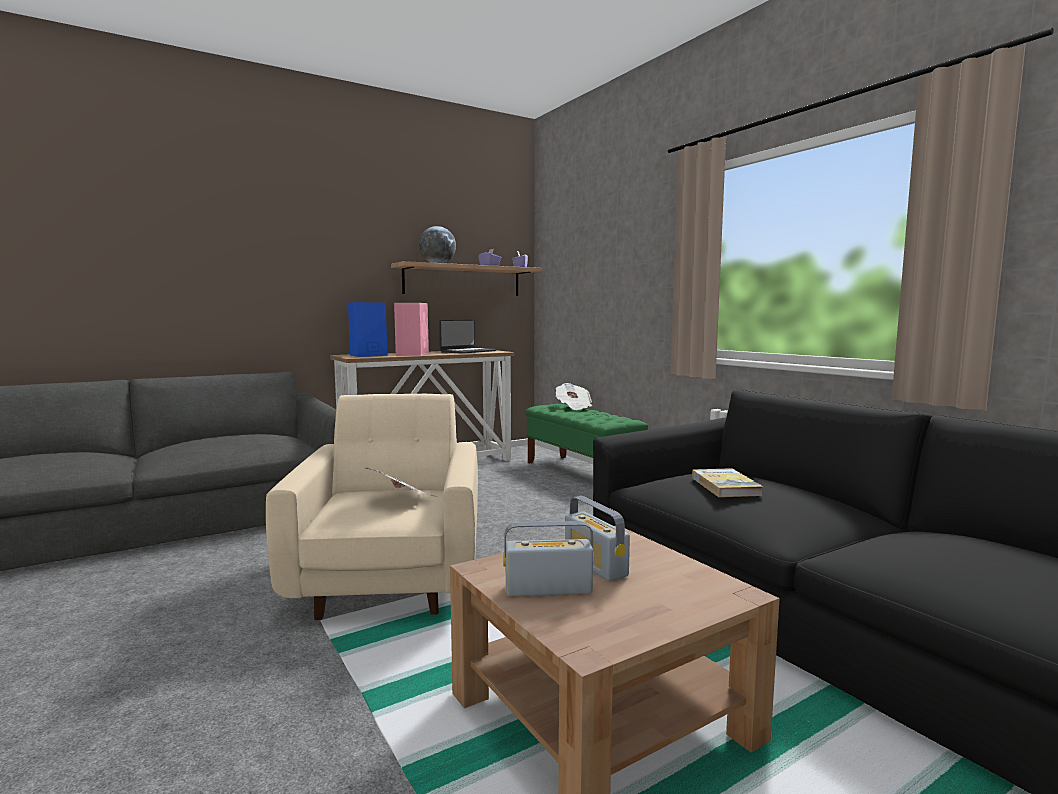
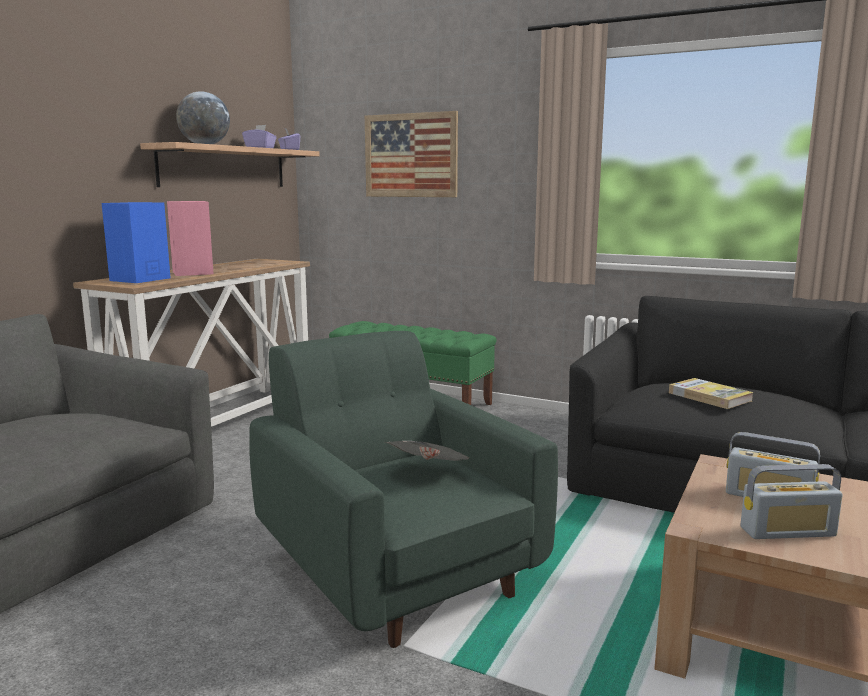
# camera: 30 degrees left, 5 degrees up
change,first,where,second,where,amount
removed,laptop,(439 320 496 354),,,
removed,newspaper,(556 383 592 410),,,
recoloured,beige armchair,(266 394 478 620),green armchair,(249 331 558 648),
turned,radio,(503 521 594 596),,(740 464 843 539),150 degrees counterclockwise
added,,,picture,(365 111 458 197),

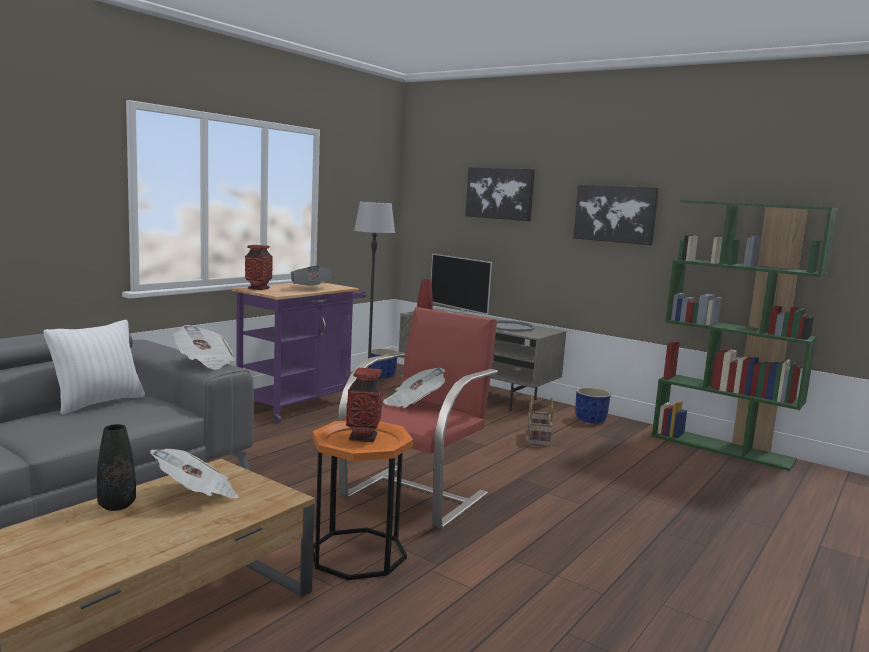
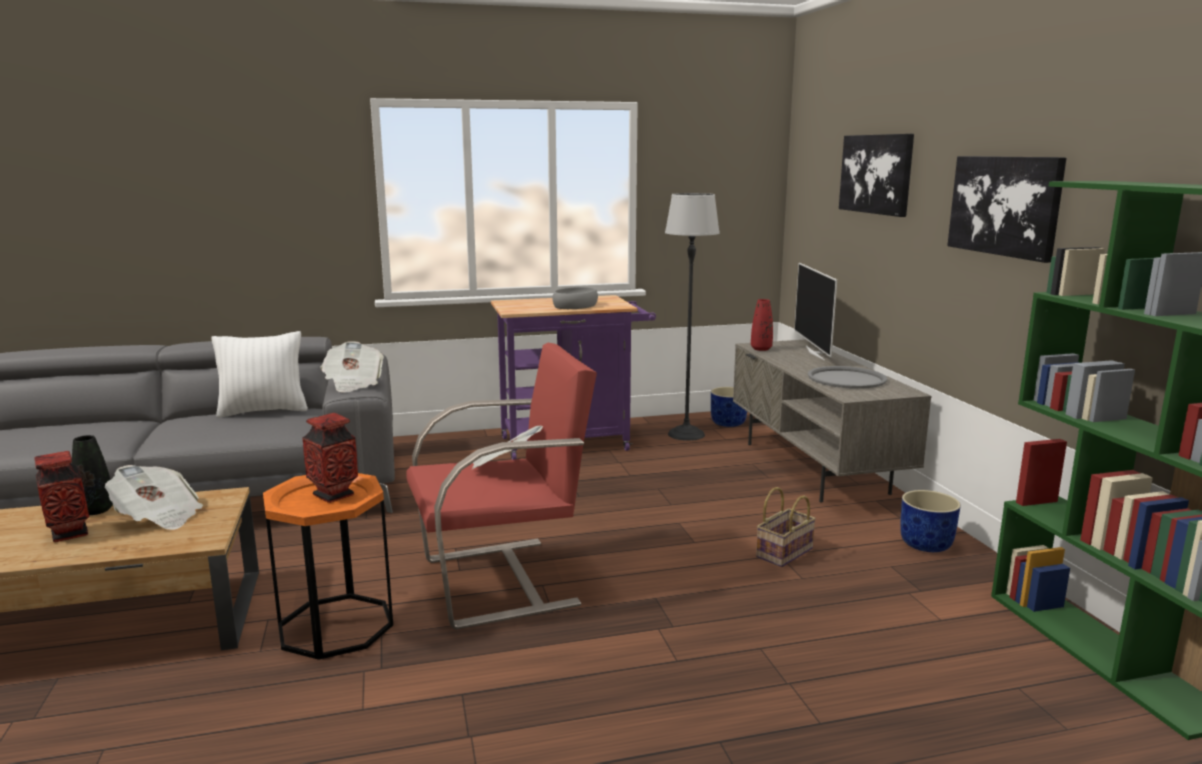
# camera: 40 degrees right, 5 degrees up
change,first,where,second,where,amount
moved,vase,(245 245 273 290),,(34 451 90 542),
replaced,newspaper,(291 266 333 286),grey bowl,(552 287 598 309),

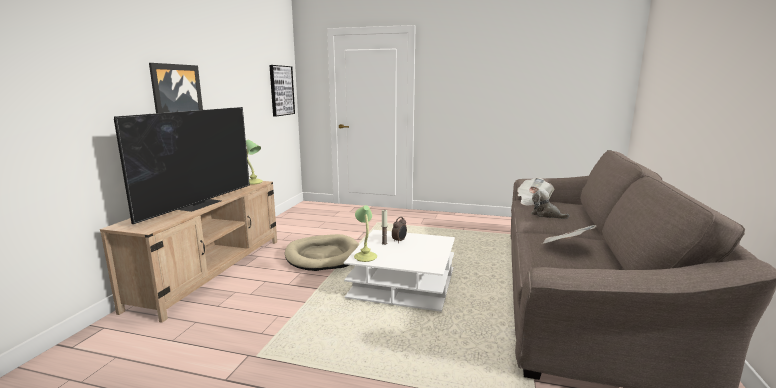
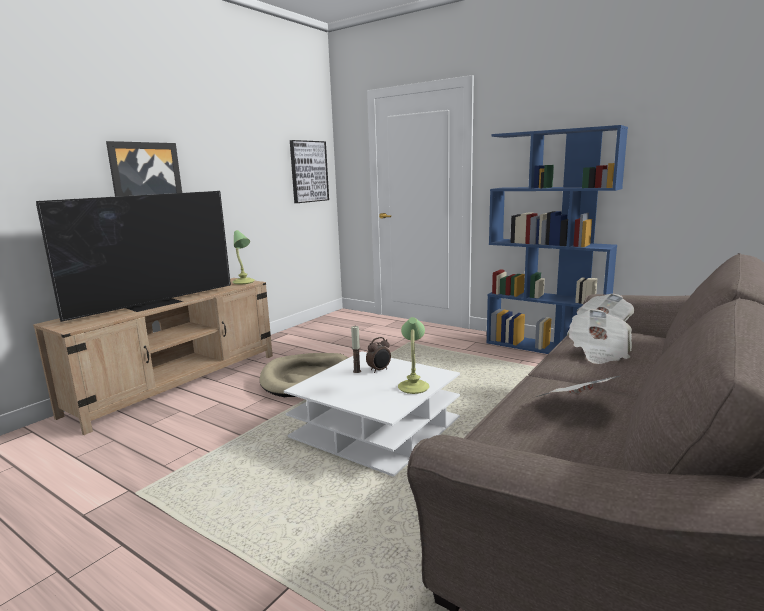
# camera: 20 degrees right, 0 degrees up
change,first,where,second,where,amount
replaced,plush toy,(531 189 570 219),newspaper,(567 309 632 364),
moved,table lamp,(354 205 377 262),,(398 317 429 394),
added,,,blue bookcase,(486 125 628 354),

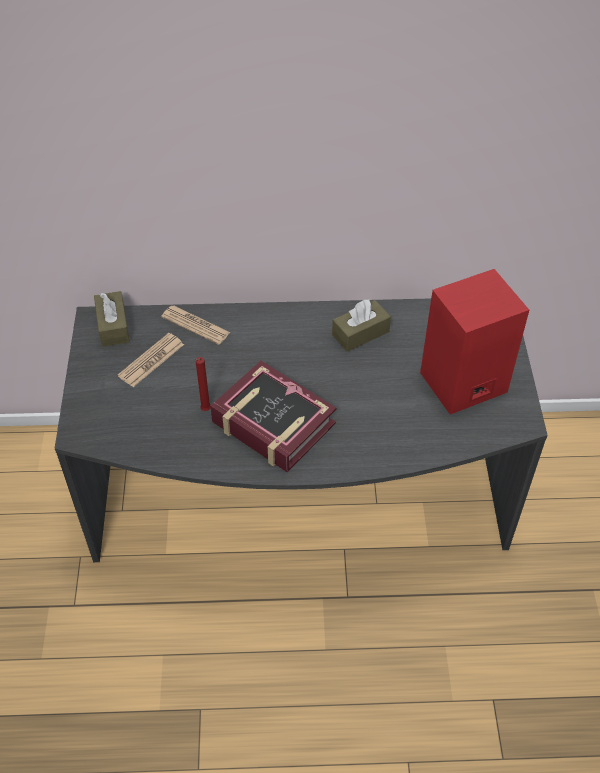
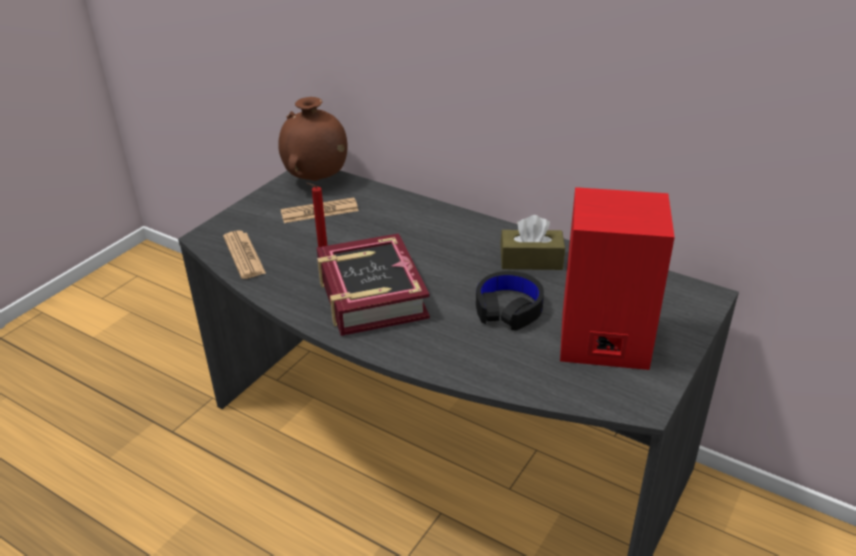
# camera: 35 degrees right, 15 degrees down
change,first,where,second,where,amount
replaced,brown tissue box,(94 291 130 347),brown vase,(278 97 348 181),
moved,newspaper,(161 306 231 345),,(223 230 266 279),
added,,,black headphones,(476 271 544 331),

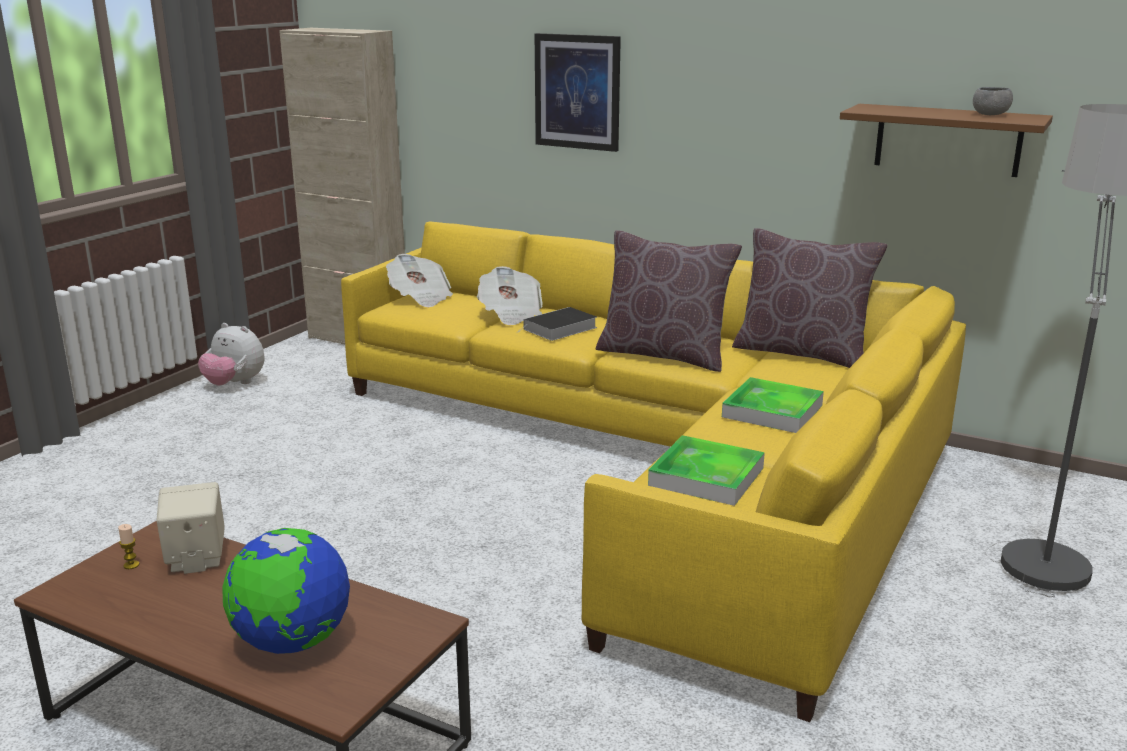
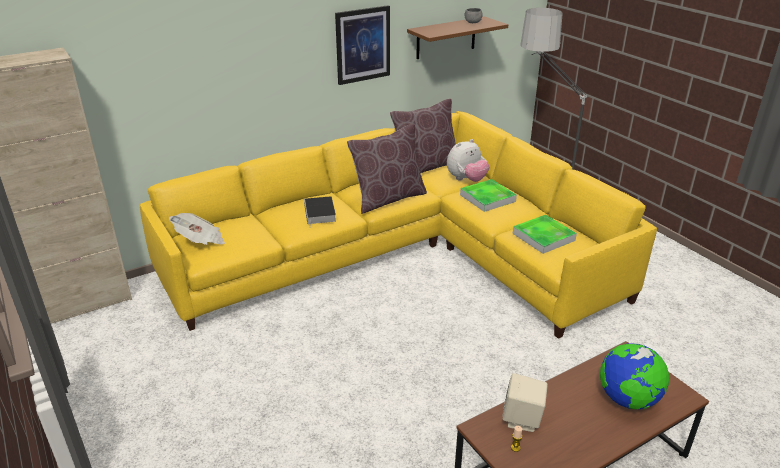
# camera: 60 degrees left, 10 degrees up
change,first,where,second,where,amount
moved,picture,(535 33 621 152),,(335 5 390 85),
removed,newspaper,(477 266 542 325),,,
moved,plush toy,(198 323 265 386),,(447 139 490 182),

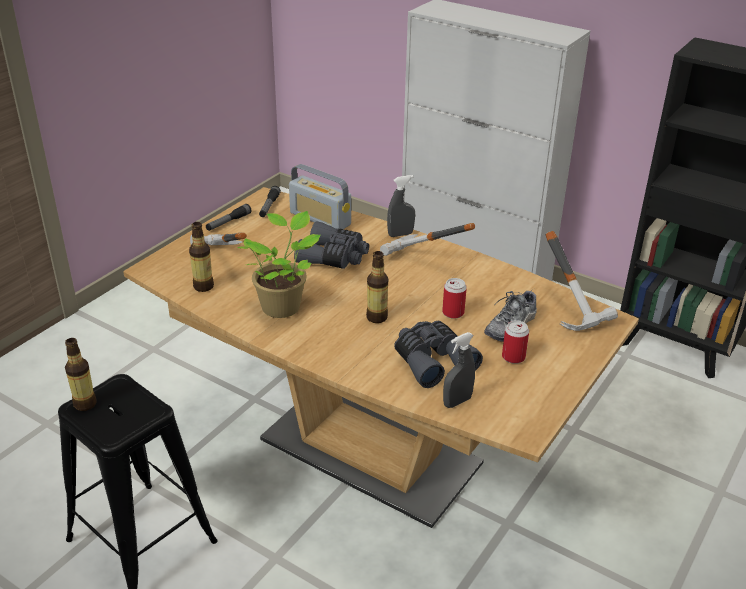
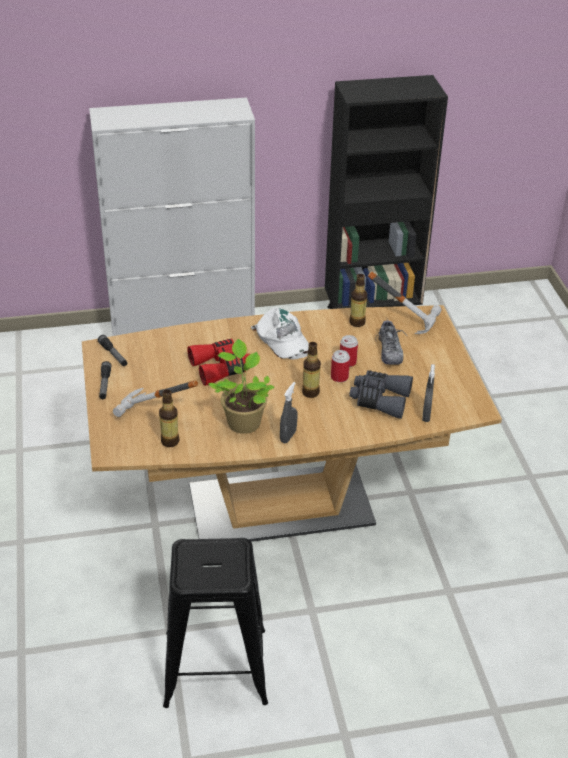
# camera: 45 degrees left, 5 degrees up
change,first,where,second,where,amount
removed,radio,(289 164 351 229),,,
moved,grey spray bottle,(387 175 415 237),,(280 382 297 443),
recoloured,grey binoculars,(294 222 369 269),red binoculars,(187 339 250 386),
replaced,hammer,(380 223 475 256),white cap,(251 307 309 359),
moved,can,(502 320 529 364),,(331 350 350 382),
moved,bottle,(65 338 96 411),,(349 274 367 327),

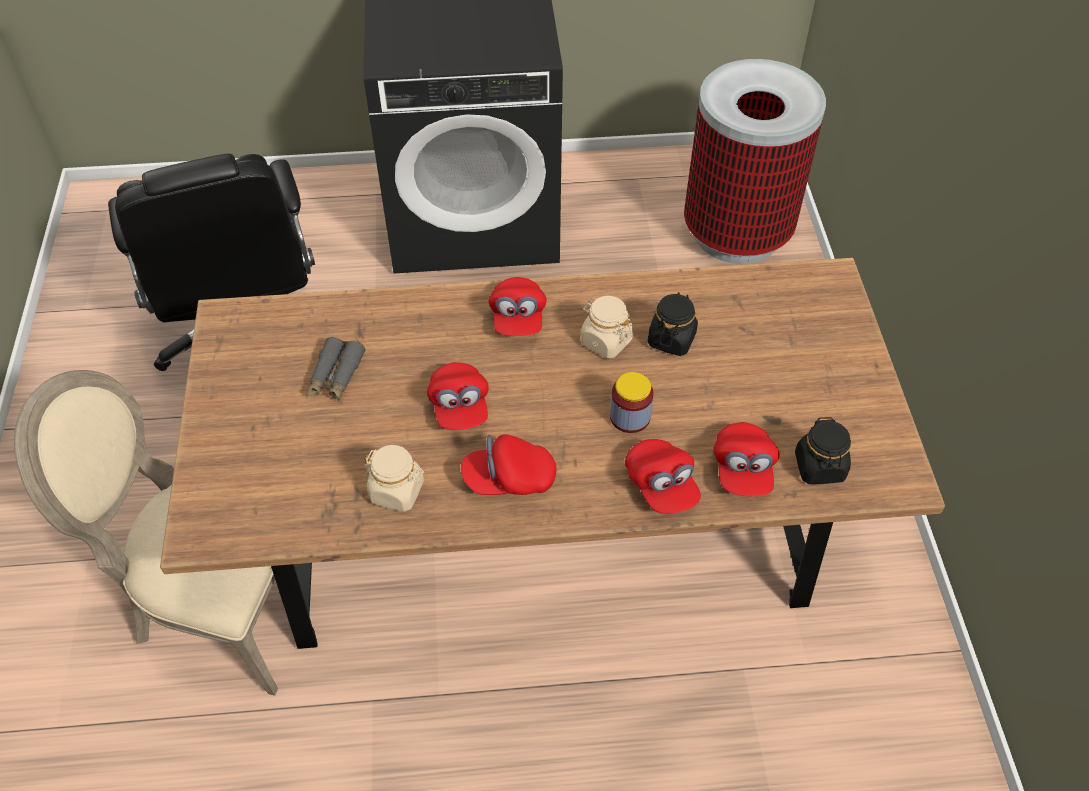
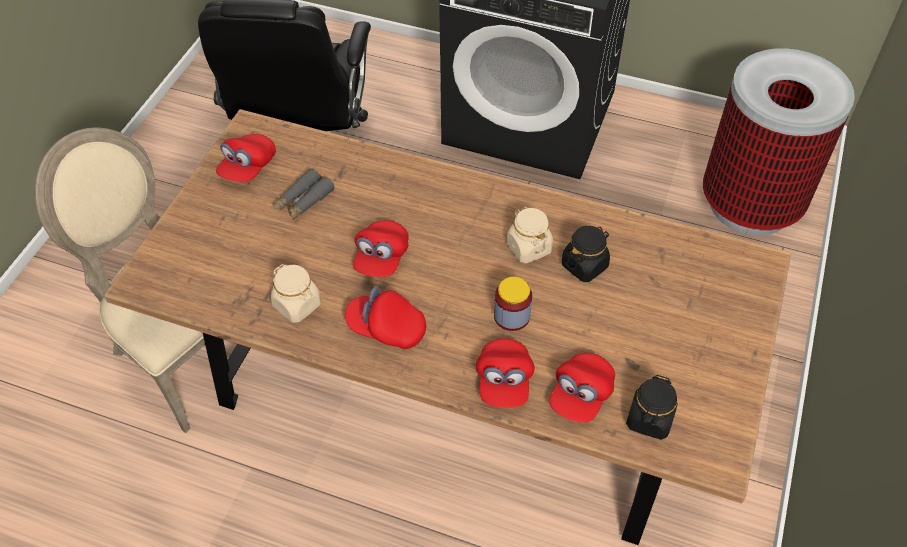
# camera: 25 degrees right, 0 degrees up
change,first,where,second,where,amount
moved,red cap,(488 277 547 336),,(216 134 276 182),

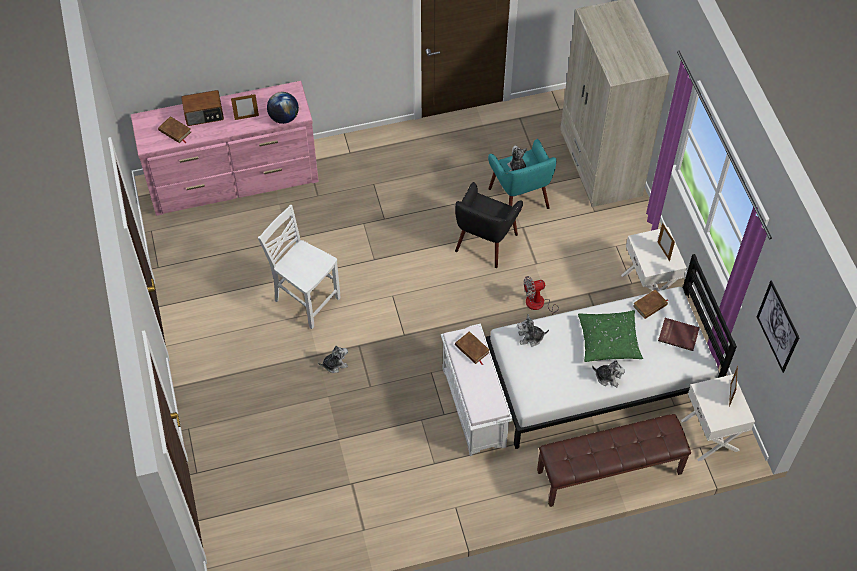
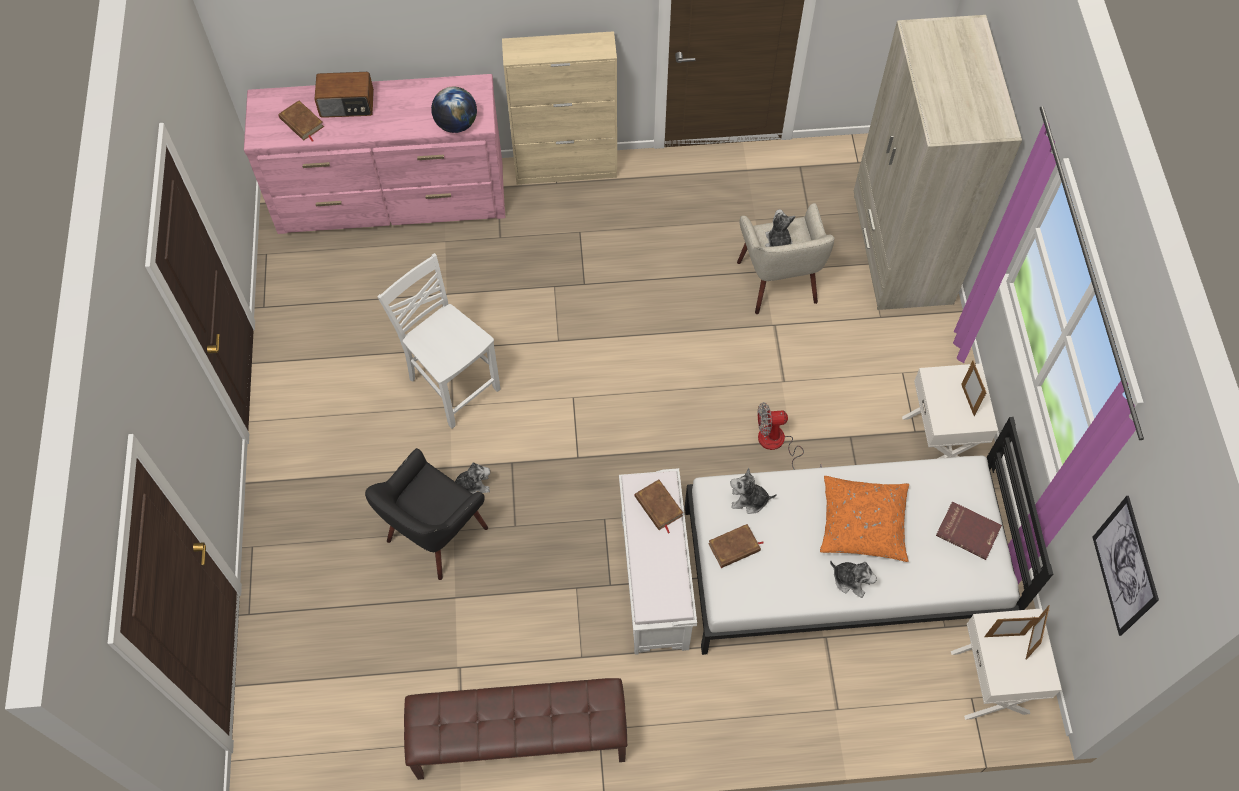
# camera: 10 degrees right, 5 degrees up
change,first,where,second,where,amount
moved,picture frame,(231 94 259 120),,(984 617 1040 637),
recoloured,turquoise armchair,(488 139 556 209),beige armchair,(737 203 834 314),
moved,black armchair,(455 182 523 268),,(365 448 488 580),
moved,brown book,(633 289 668 319),,(708 524 764 568),
recoloured,green pillow,(578 310 643 362),orange pillow,(820 476 909 562),
moved,brown bench,(537 414 691 507),,(404 678 627 780),
added,,,beige cabinet,(502 31 617 184),

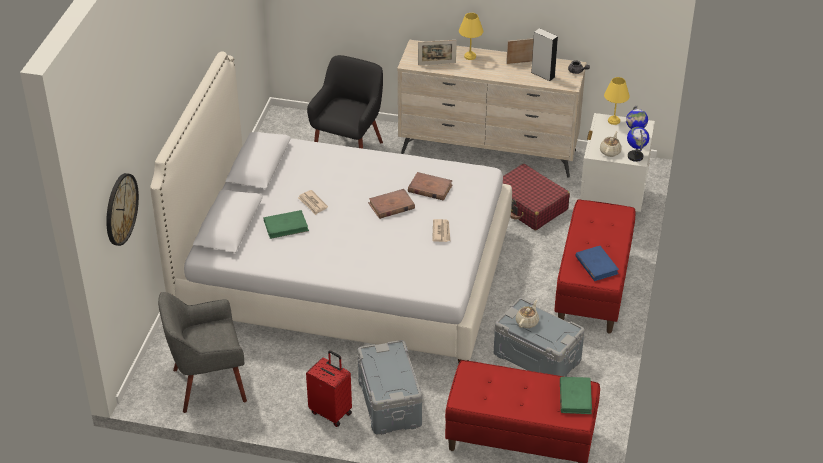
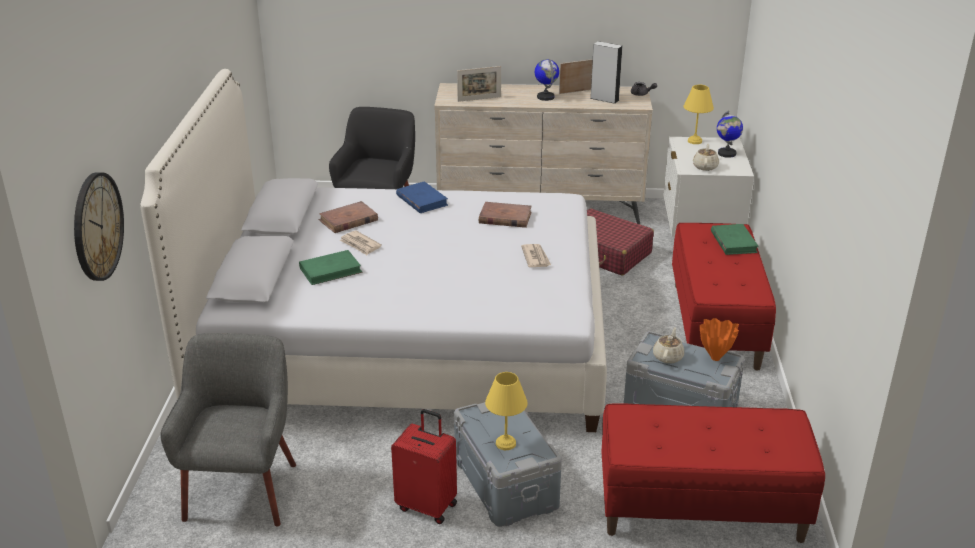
# camera: 10 degrees left, 10 degrees down
change,first,where,second,where,amount
moved,yellow table lamp,(459 13 483 60),,(485 372 528 450),
moved,globe,(627 127 649 162),,(535 59 559 101),
moved,brown book,(368 189 415 219),,(319 201 378 233),
moved,blue book,(575 246 619 281),,(396 181 448 213),
turned,grey armchair,(158 292 247 413),,(161 333 296 526),120 degrees clockwise
moved,green book,(560 377 592 414),,(711 224 759 255),
added,,,orange vase,(700 318 739 361),

